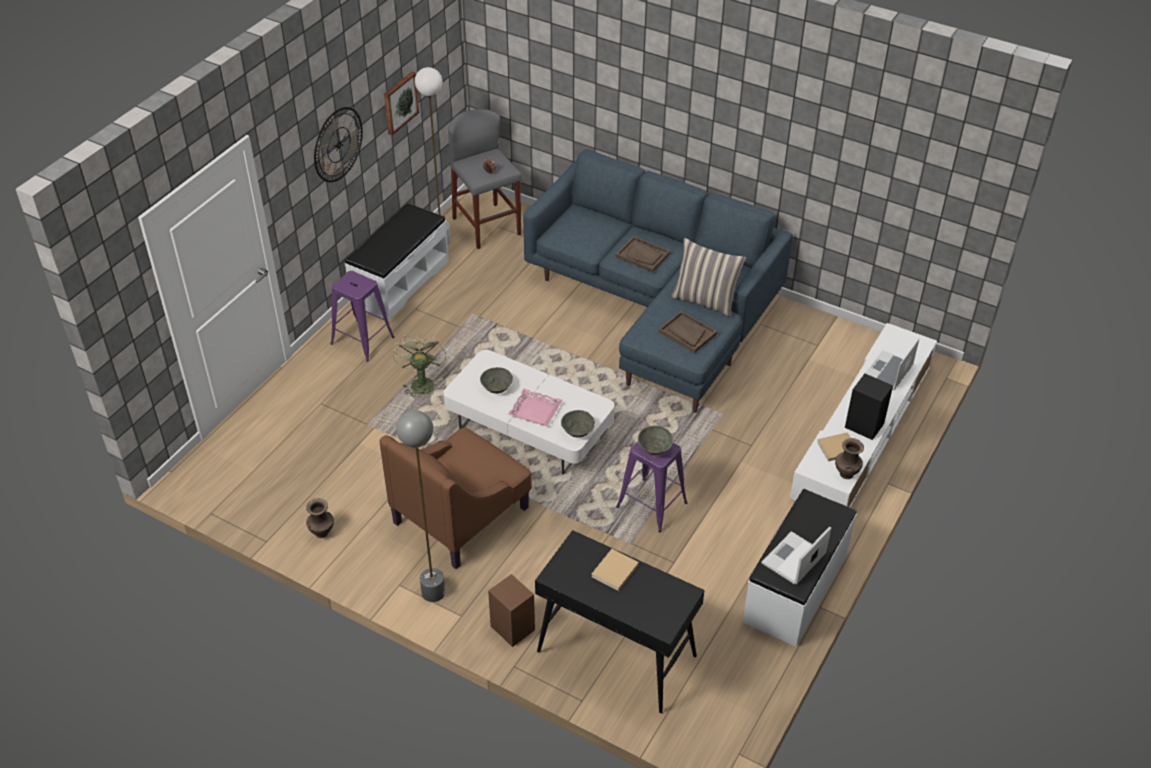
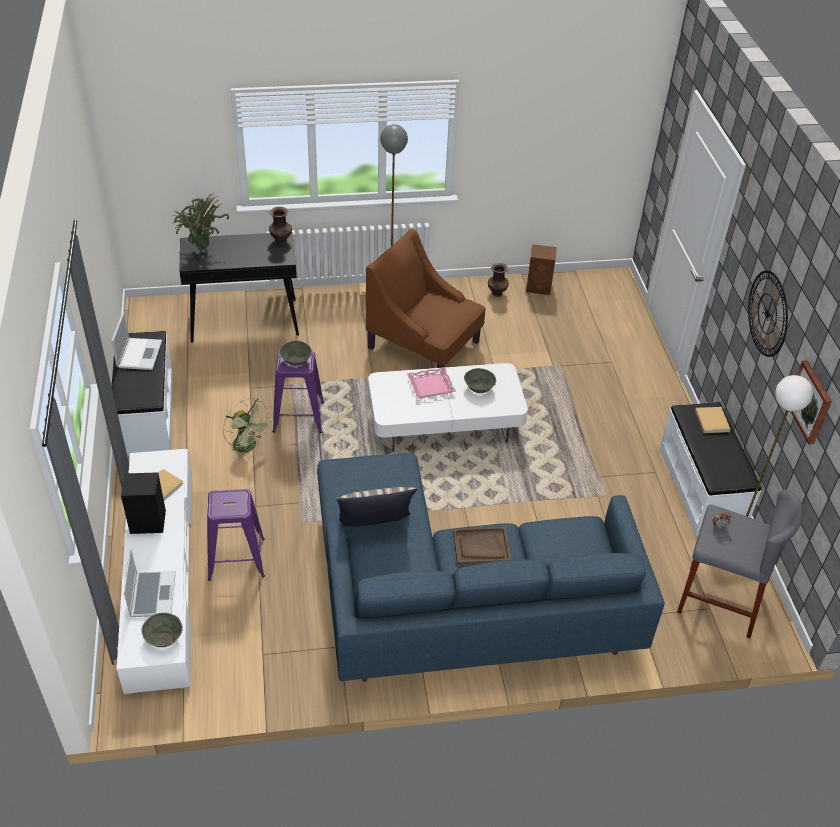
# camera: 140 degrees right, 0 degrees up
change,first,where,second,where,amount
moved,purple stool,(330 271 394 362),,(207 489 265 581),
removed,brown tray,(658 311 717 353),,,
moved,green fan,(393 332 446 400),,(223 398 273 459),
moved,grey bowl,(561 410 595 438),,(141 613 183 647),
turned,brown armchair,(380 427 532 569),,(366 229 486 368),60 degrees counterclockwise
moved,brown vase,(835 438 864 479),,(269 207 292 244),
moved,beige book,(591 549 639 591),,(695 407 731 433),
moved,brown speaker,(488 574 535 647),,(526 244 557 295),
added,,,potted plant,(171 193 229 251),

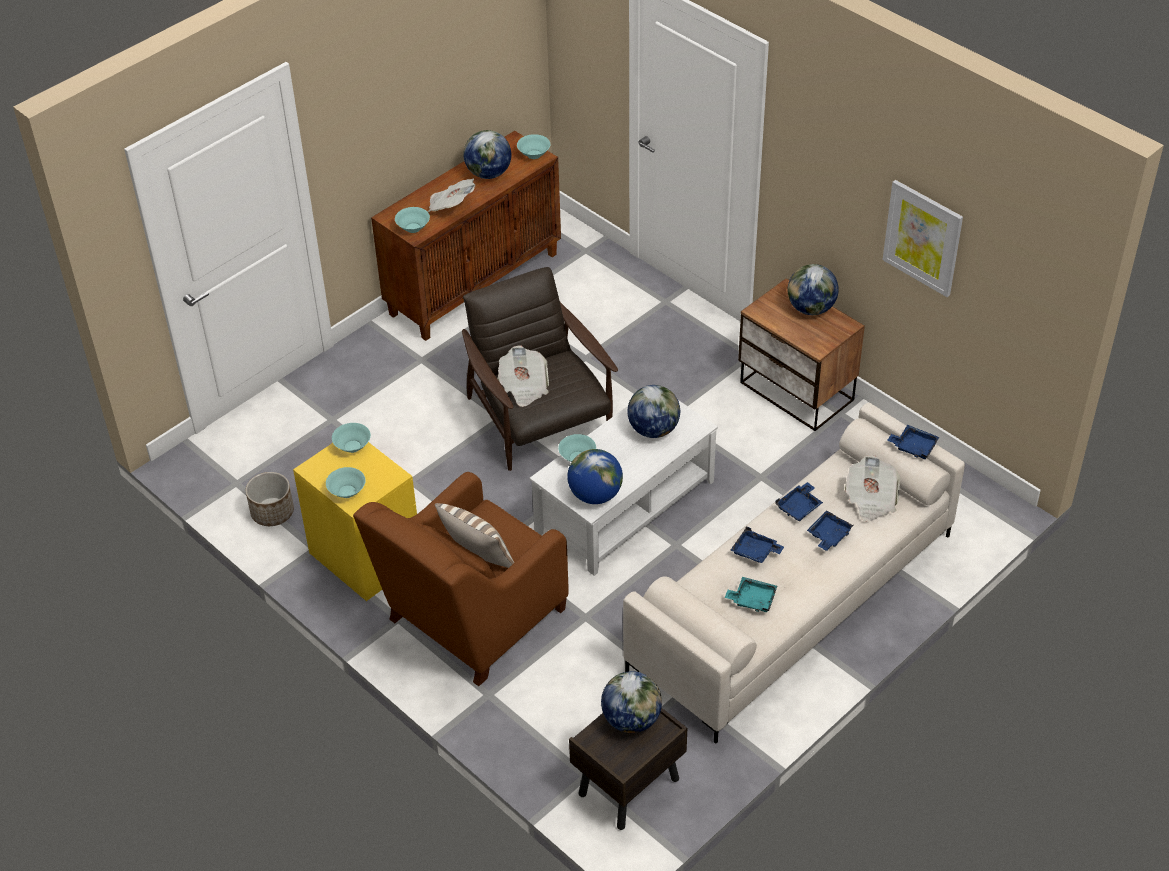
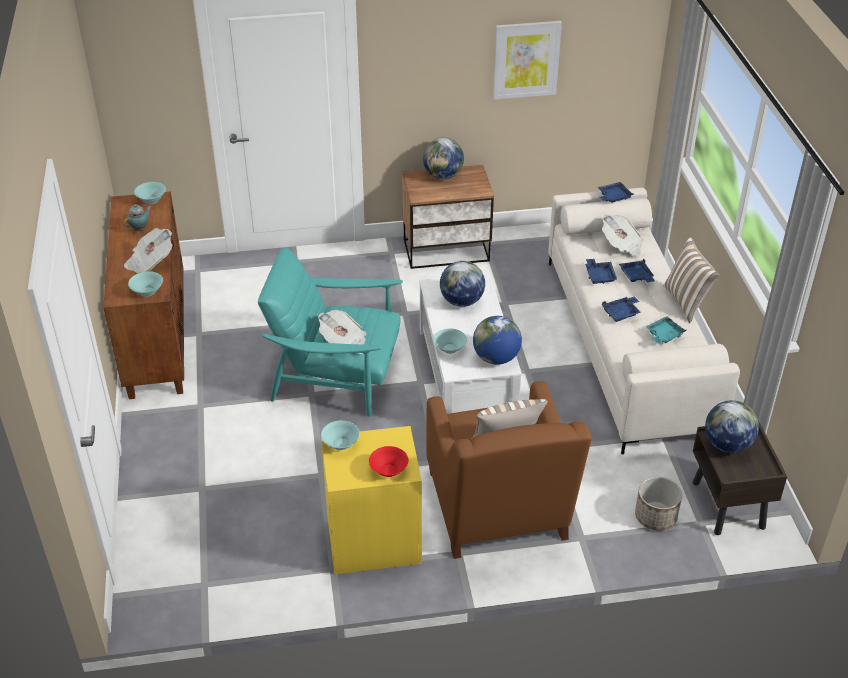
# camera: 55 degrees left, 5 degrees down
change,first,where,second,where,amount
replaced,globe,(463 130 511 179),teapot,(124 204 151 231),
recoloured,brown armchair,(462 267 618 471),turquoise armchair,(258 248 403 416),
recoloured,turquoise bowl,(326 467 366 498),red bowl,(369 446 409 477),
moved,planter,(246 472 294 526),,(635 477 682 531),
added,,,pillow,(664 237 719 323),

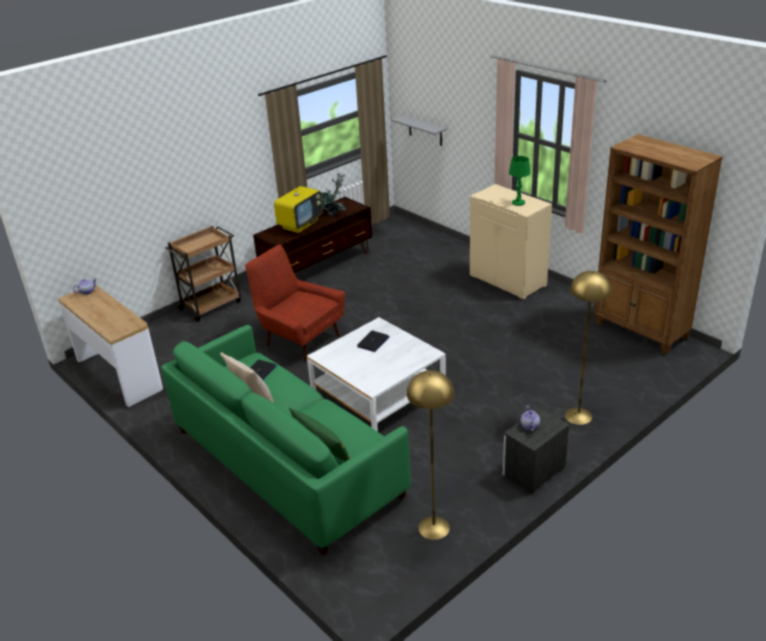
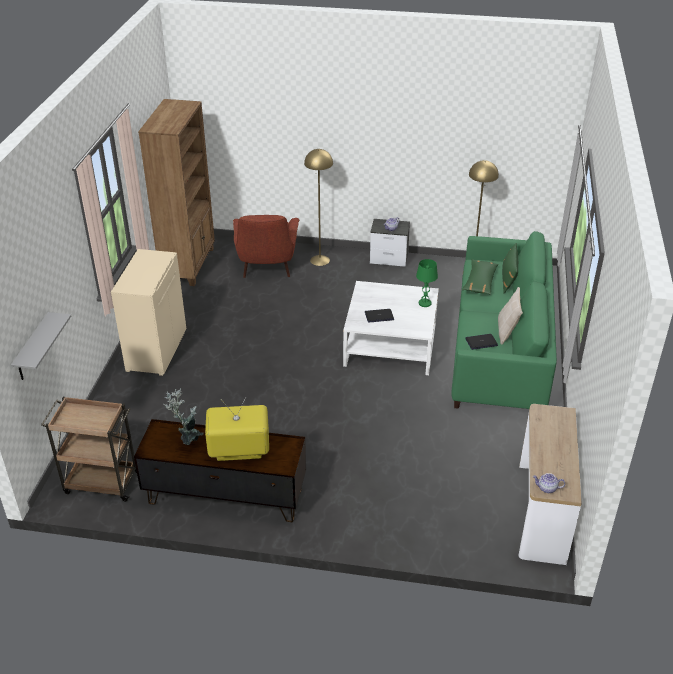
# camera: 130 degrees left, 5 degrees up
change,first,where,second,where,amount
moved,green table lamp,(509 156 531 206),,(416 259 438 307),
moved,brown cart,(165 226 241 322),,(41 397 137 502),
moved,red armchair,(245 245 345 361),,(233 215 300 278),
added,,,green pillow,(462 259 499 295),

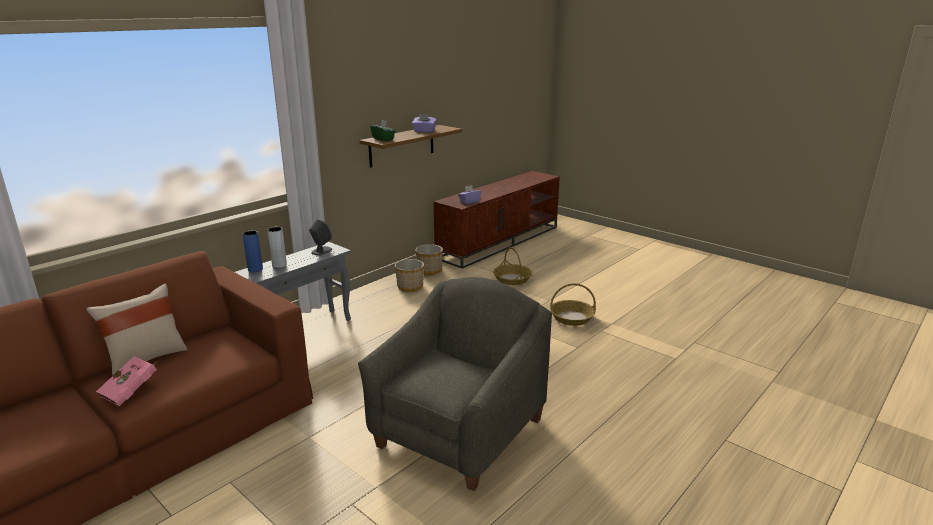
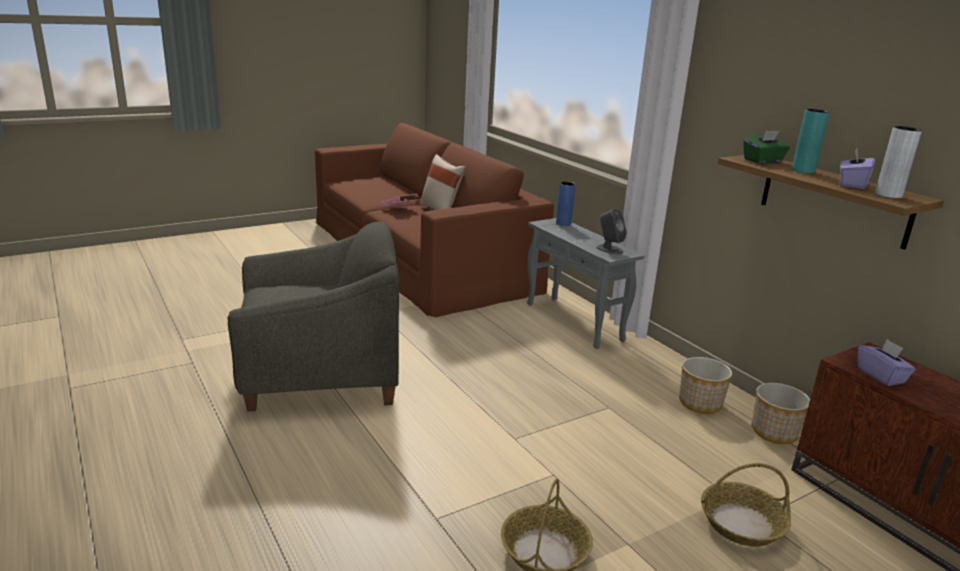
# camera: 105 degrees right, 0 degrees up
change,first,where,second,where,amount
moved,grey vase,(267 227 287 268),,(875 126 922 198),
turned,grey armchair,(358 277 552 491),,(228 222 399 412),60 degrees counterclockwise
added,,,turquoise vase,(792 109 829 173),

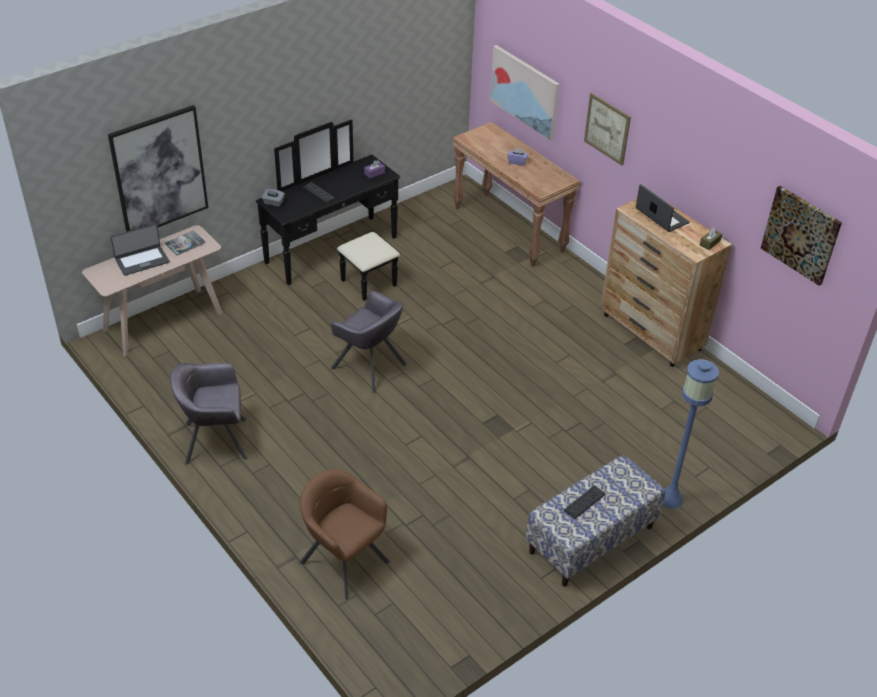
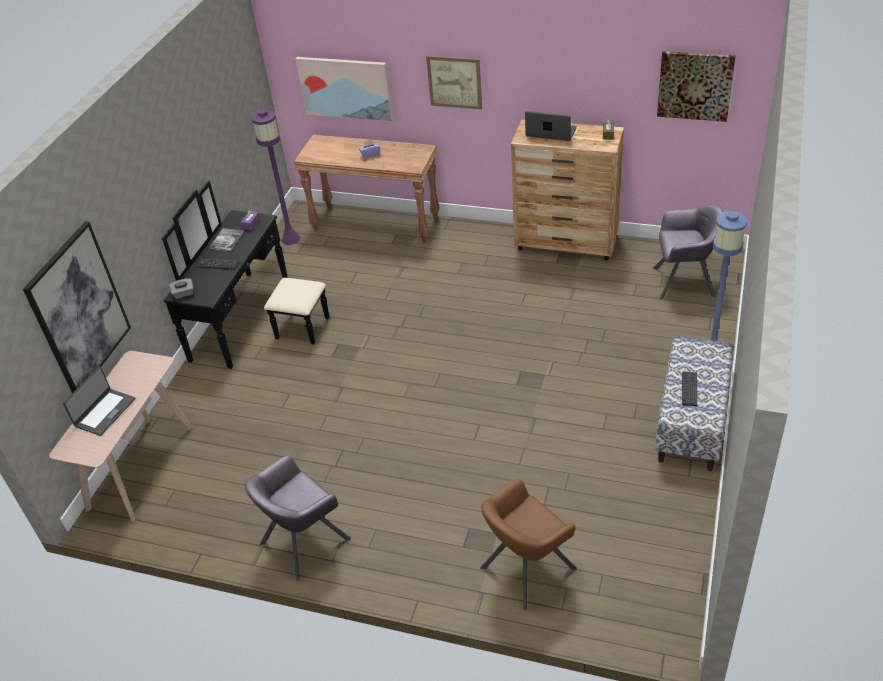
# camera: 30 degrees left, 0 degrees up
change,first,where,second,where,amount
moved,book,(165 231 205 256),,(209 228 244 252),
moved,grey armchair,(330 291 407 393),,(653 204 723 300),
turned,brown armchair,(299 469 390 600),,(480 479 577 611),45 degrees counterclockwise
added,,,purple floor lamp,(251 109 300 245),

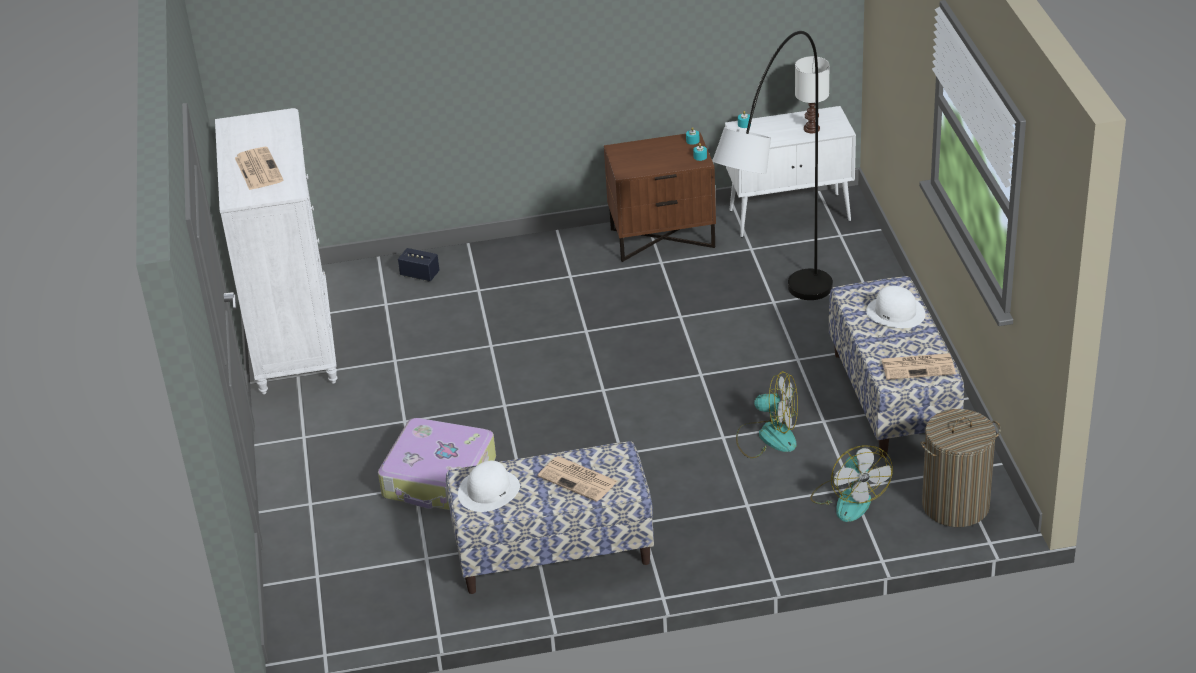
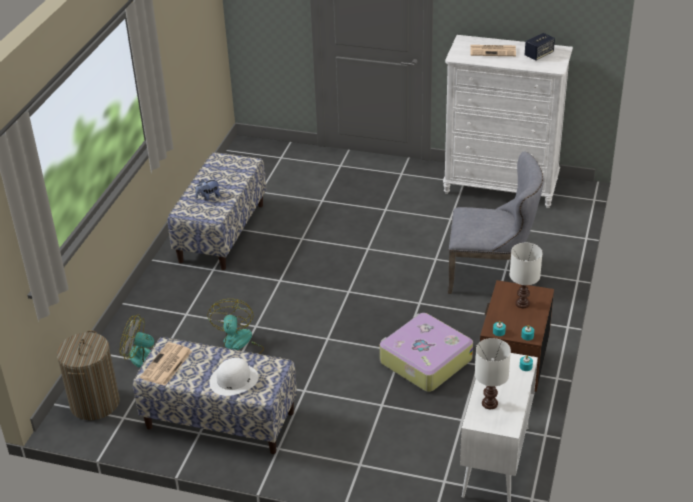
# camera: 115 degrees right, 0 degrees up
change,first,where,second,where,amount
removed,grey floor lamp,(712 31 833 300),,,
moved,speaker,(398 248 440 282),,(525 33 555 61),
turned,fan,(736 371 798 459),,(207 299 264 354),135 degrees clockwise
moved,suitcase,(378 418 496 510),,(380 313 473 392),
replaced,newspaper,(538 456 618 502),plush toy,(195 179 220 201),
removed,white hat,(458 461 520 512),,,
added,,,grey chair,(448 152 544 294),
added,,,white table lamp,(510 243 543 308),

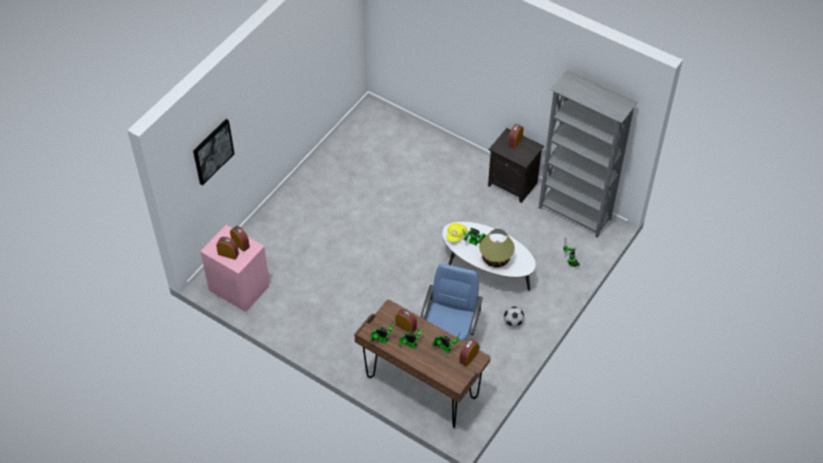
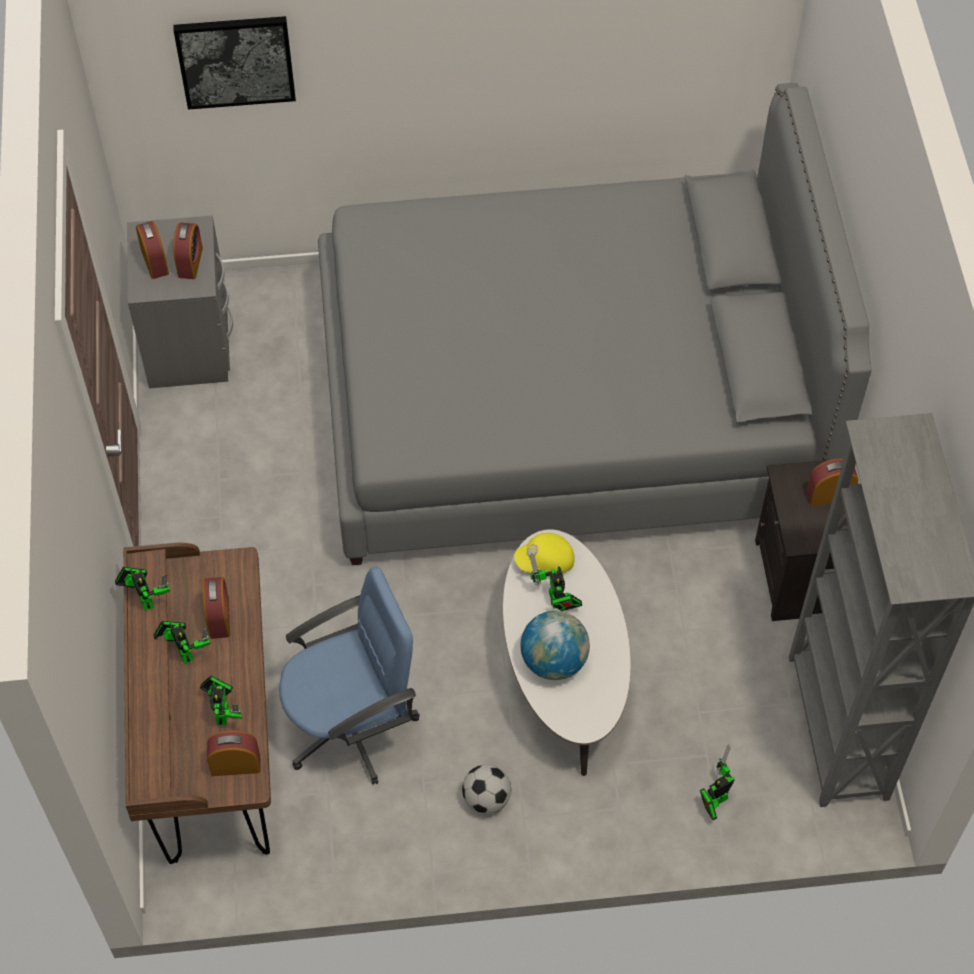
# camera: 50 degrees right, 5 degrees up
change,first,where,second,where,amount
recoloured,pink nightstand,(200 225 269 312),grey nightstand,(127 215 233 388),
replaced,table lamp,(479 229 515 268),globe,(520 611 590 680),
added,,,grey bed,(318 83 872 565),

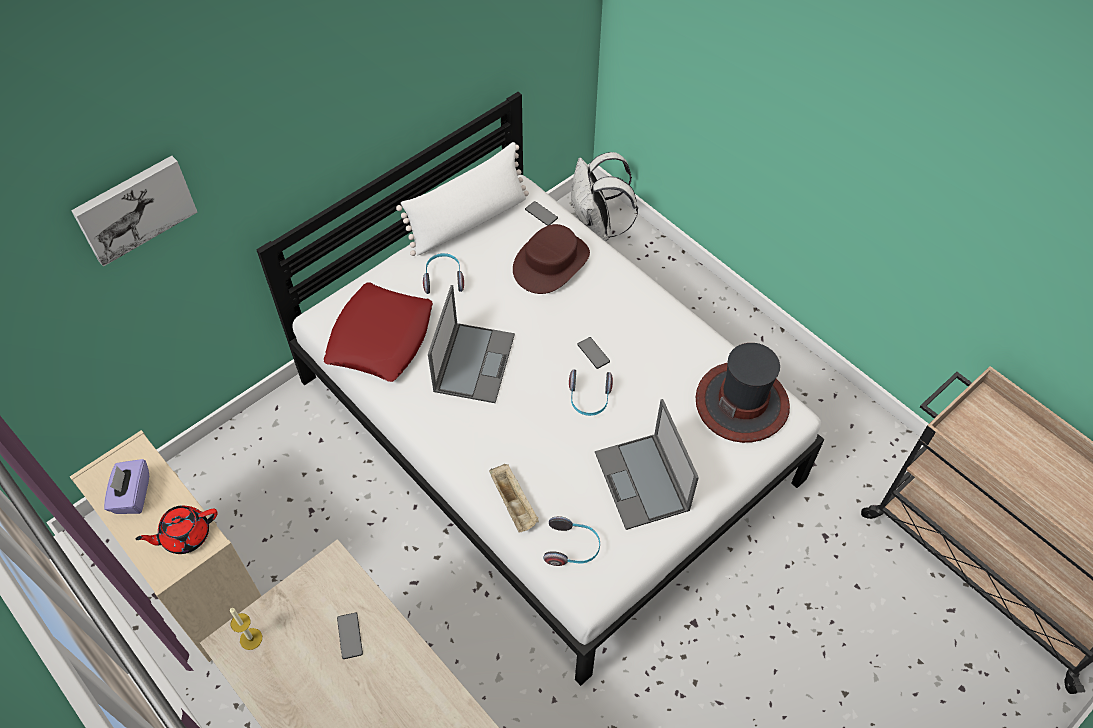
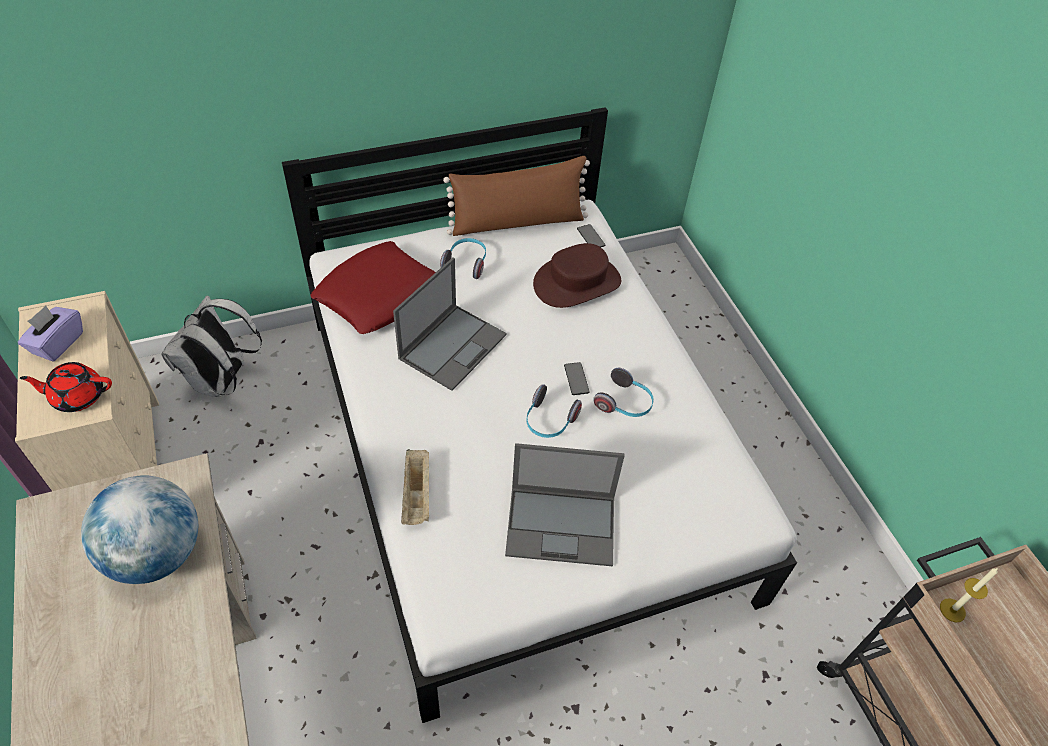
# camera: 20 degrees right, 5 degrees down
change,first,where,second,where,amount
recoloured,white pillow,(396 142 529 256),brown pillow,(443 156 590 236),
moved,white backpack,(571 152 638 241),,(162 296 262 397),
removed,picture,(71 156 197 267),,,
removed,hat,(696 343 790 443),,,
turned,laptop,(595 399 699 530),,(505 443 625 566),90 degrees counterclockwise
moved,headphones,(543 516 600 566),,(593 368 654 417),
moved,candle,(230 608 262 650),,(940 568 998 622),
replaced,phone,(337 613 363 659),globe,(81 476 198 584),

